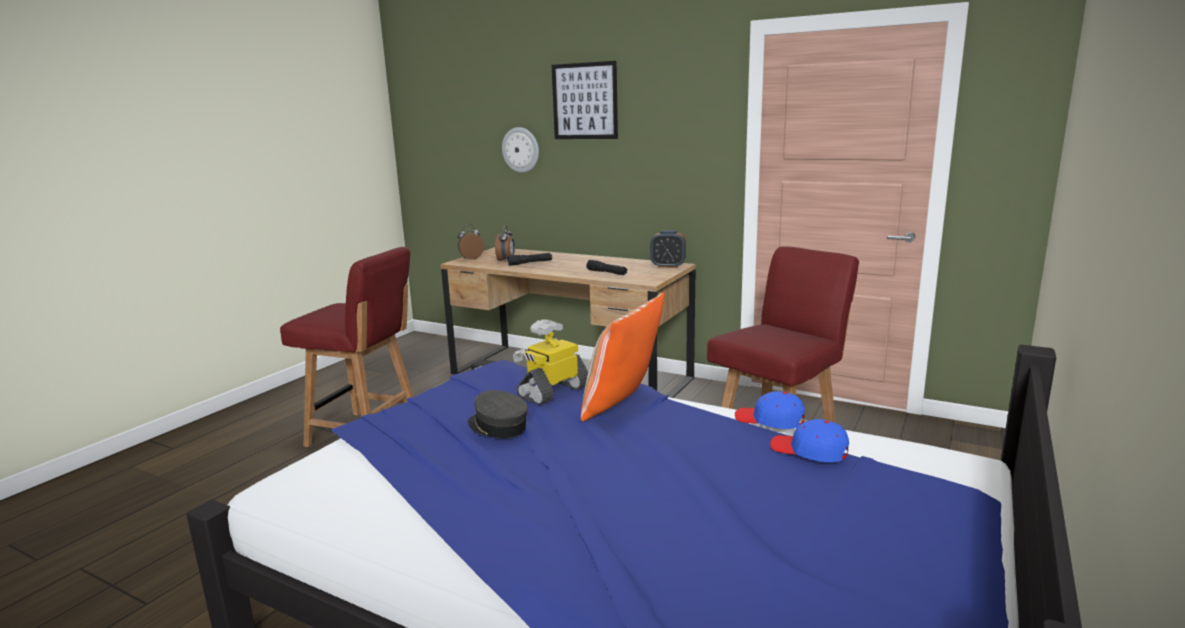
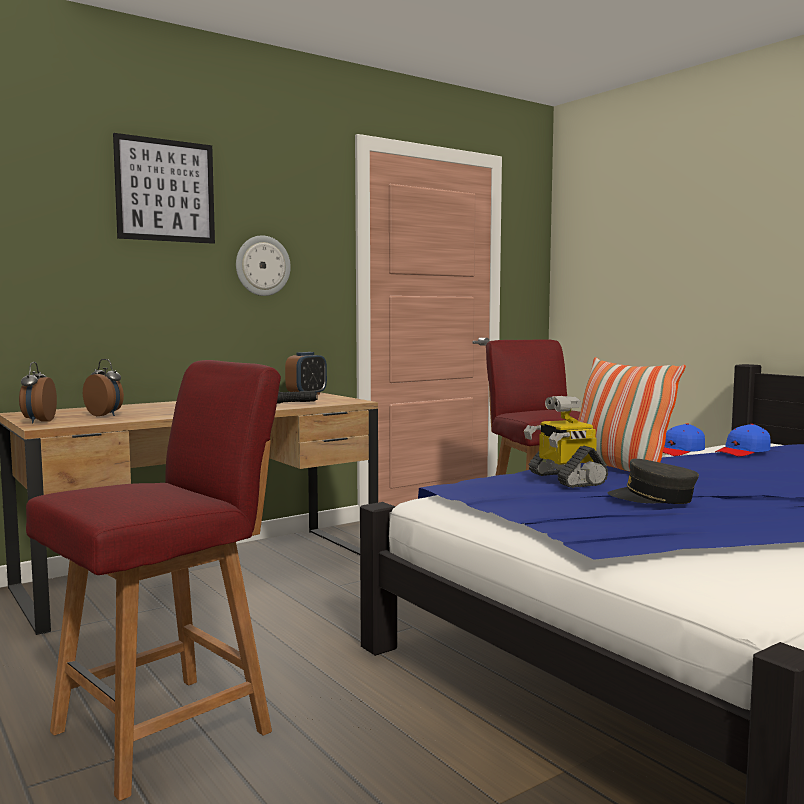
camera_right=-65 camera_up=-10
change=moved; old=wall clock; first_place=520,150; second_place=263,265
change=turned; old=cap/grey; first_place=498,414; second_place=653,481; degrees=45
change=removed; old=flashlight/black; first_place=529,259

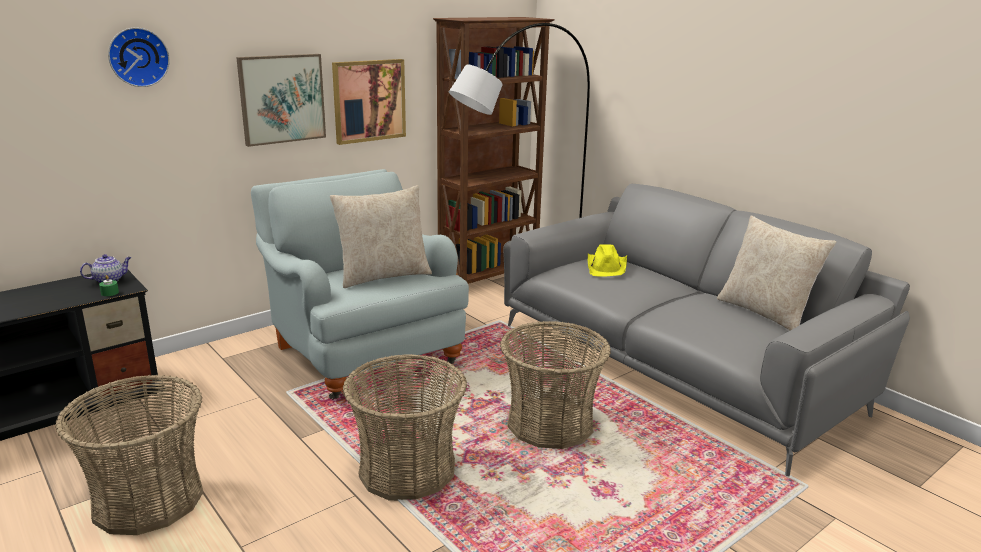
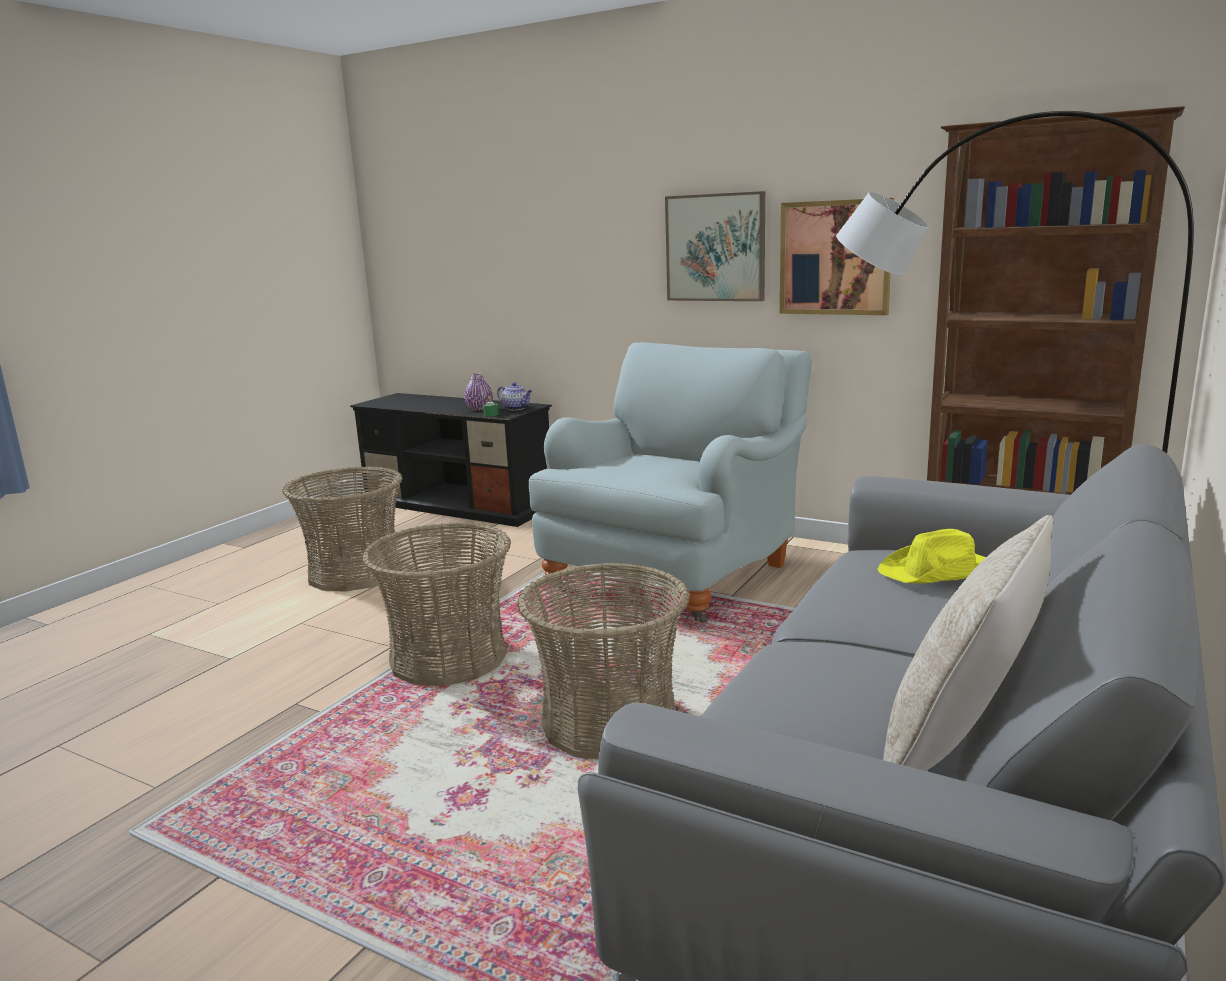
camera_right=70 camera_up=-5
change=added; new=vase/purple; second_place=478,392
change=removed; old=wall clock; first_place=139,57
change=removed; old=pillow/beige; first_place=381,236

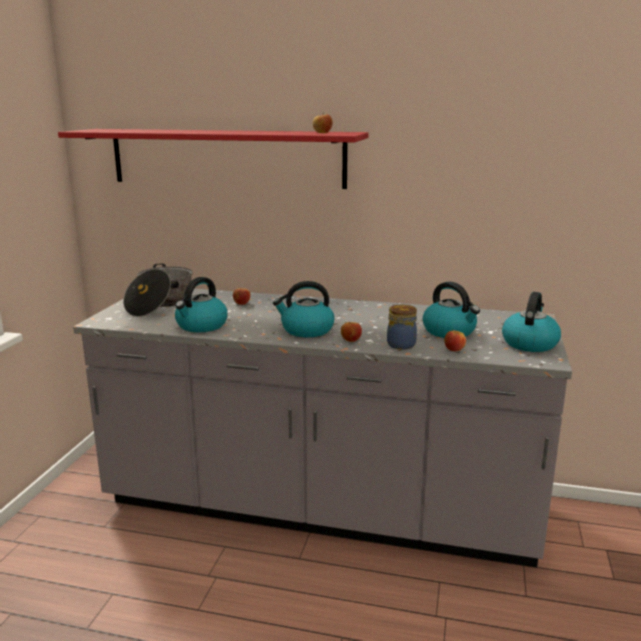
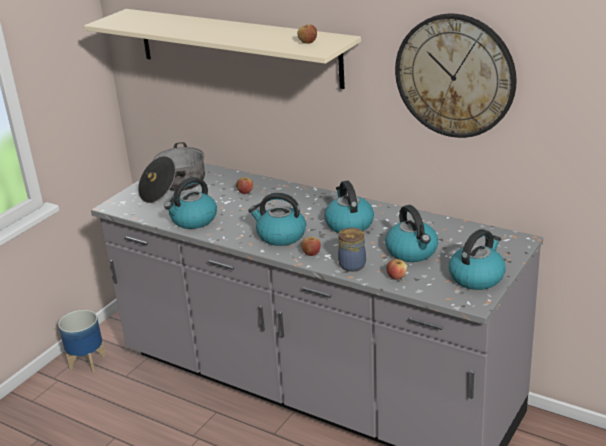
camera_right=20 camera_up=10
change=added; new=planter; second_place=81,341
change=recoloured; old=shelf/red; new=shelf/beige; first_place=213,159; second_place=222,49
change=added; new=kettle; second_place=349,207
change=added; new=wall clock; second_place=456,76

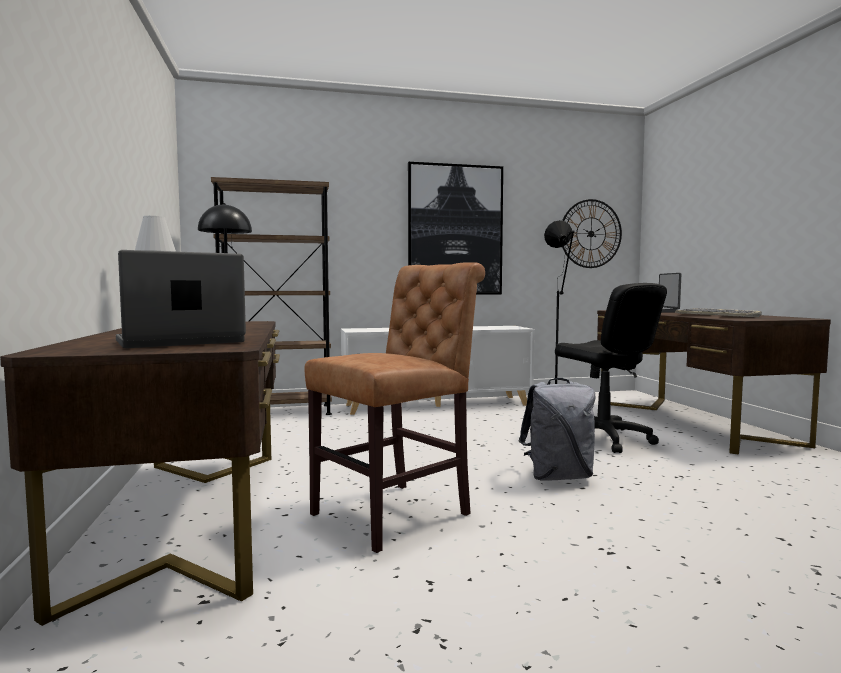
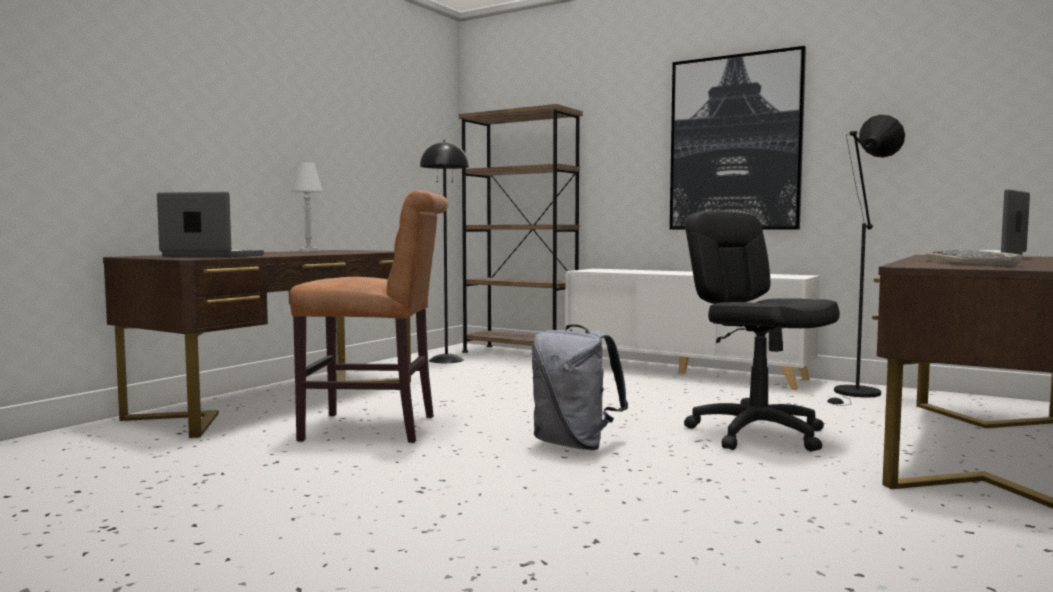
camera_right=45 camera_up=0
change=turned; old=office chair/black; first_place=611,368; second_place=762,331; degrees=135
change=removed; old=wall clock; first_place=592,233

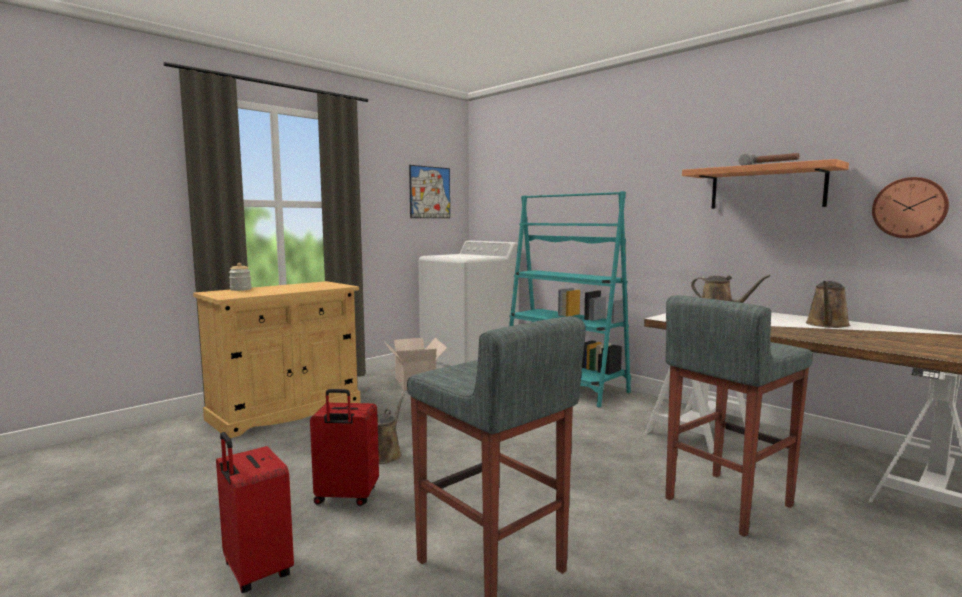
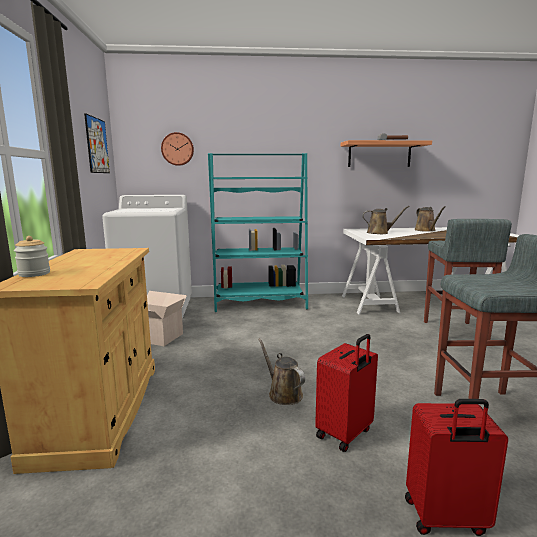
camera_right=-50 camera_up=5
change=moved; old=wall clock; first_place=910,207; second_place=177,149

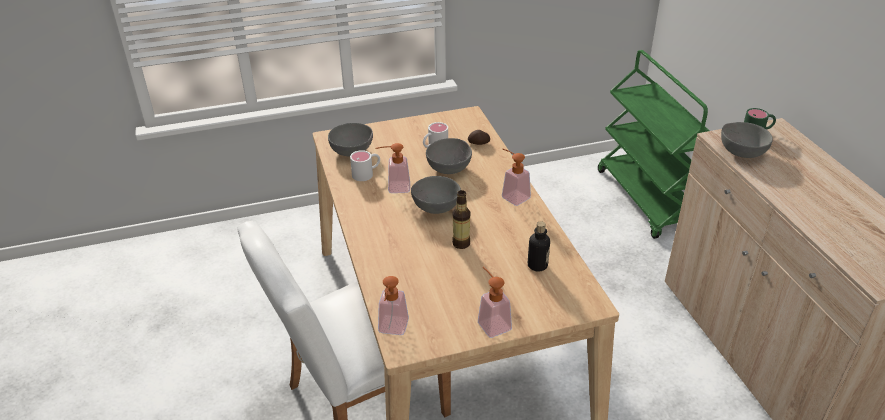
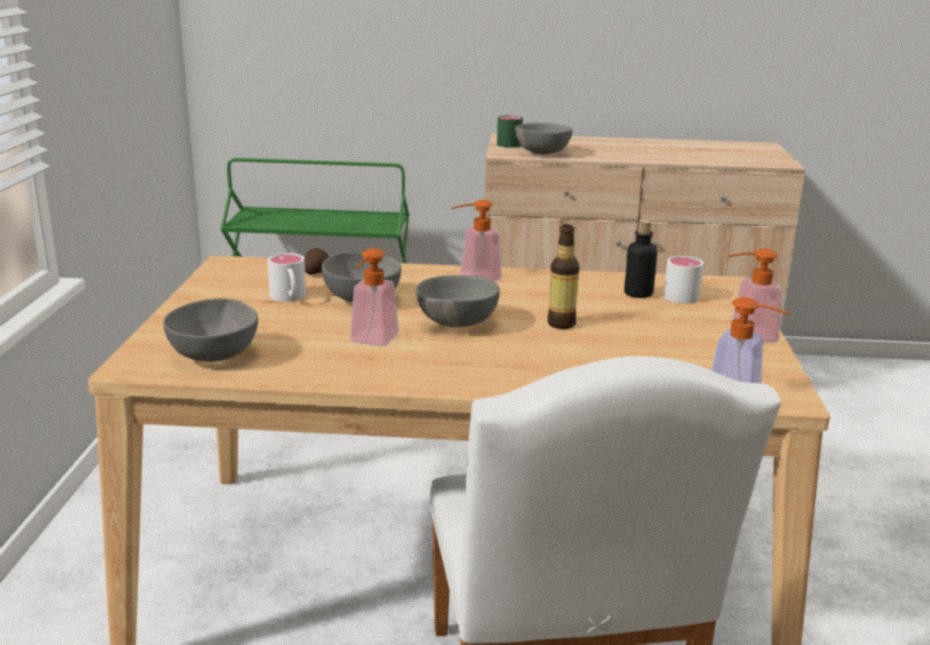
camera_right=-70 camera_up=-15
change=moved; old=mug/white; first_place=365,165; second_place=684,280

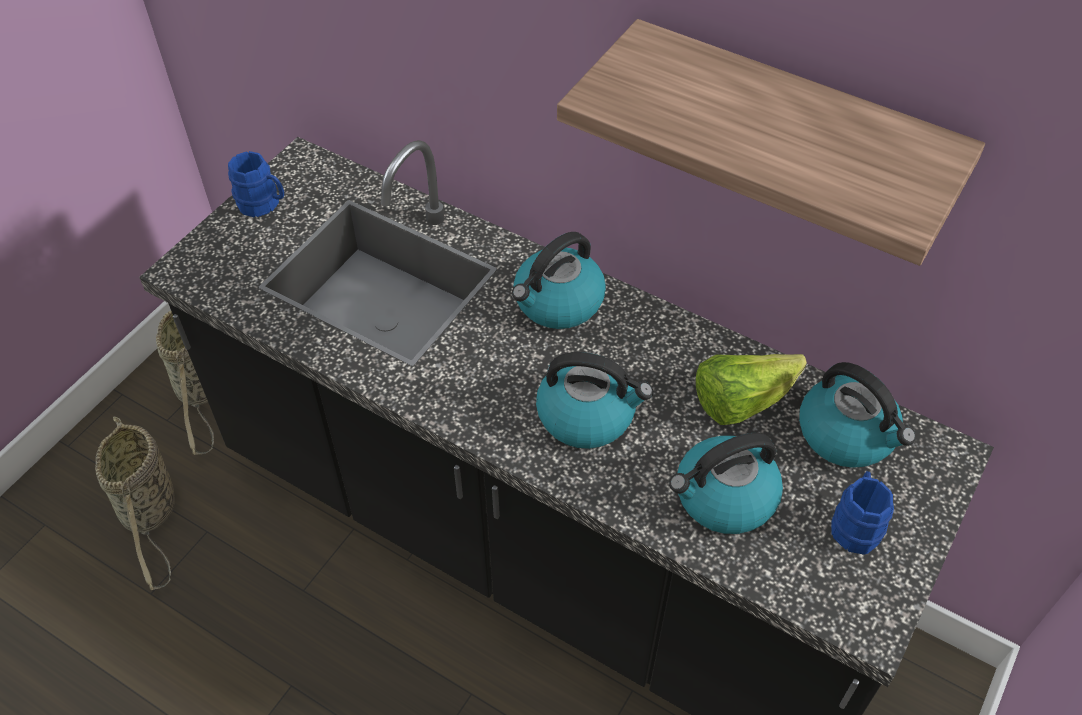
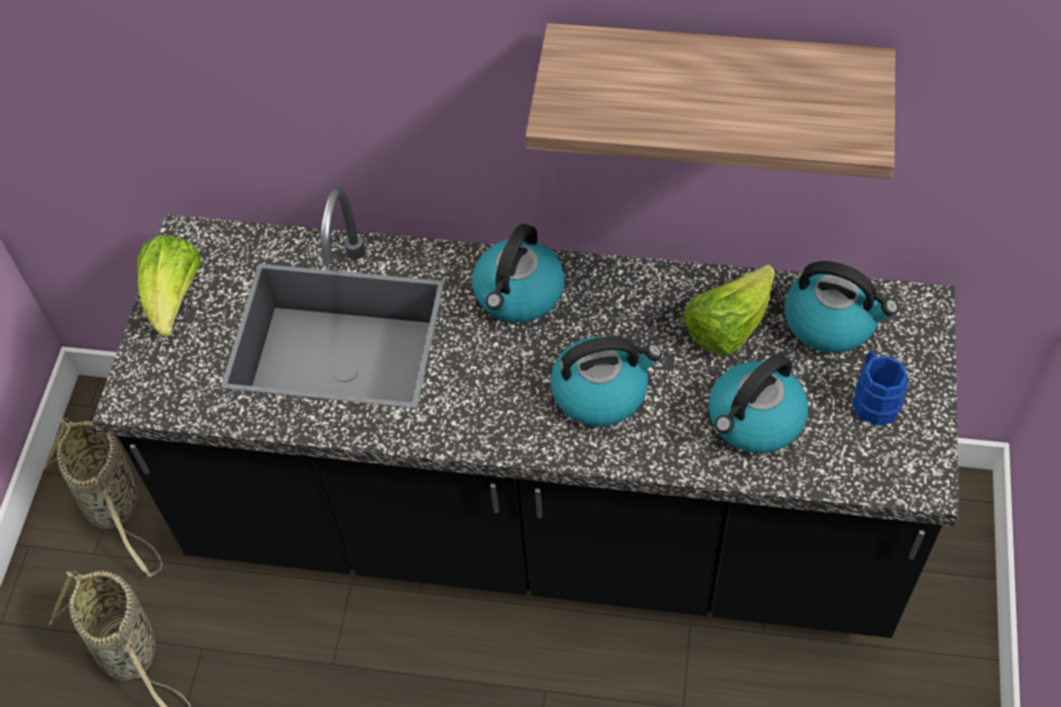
camera_right=-20 camera_up=5
change=replaced; old=mug/blue; new=lettuce; first_place=256,184; second_place=169,286

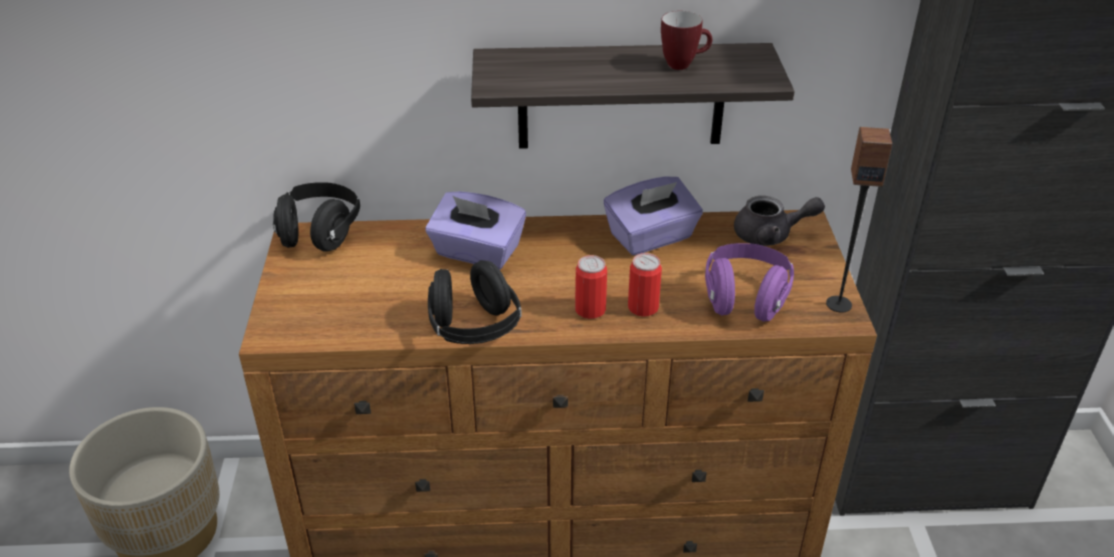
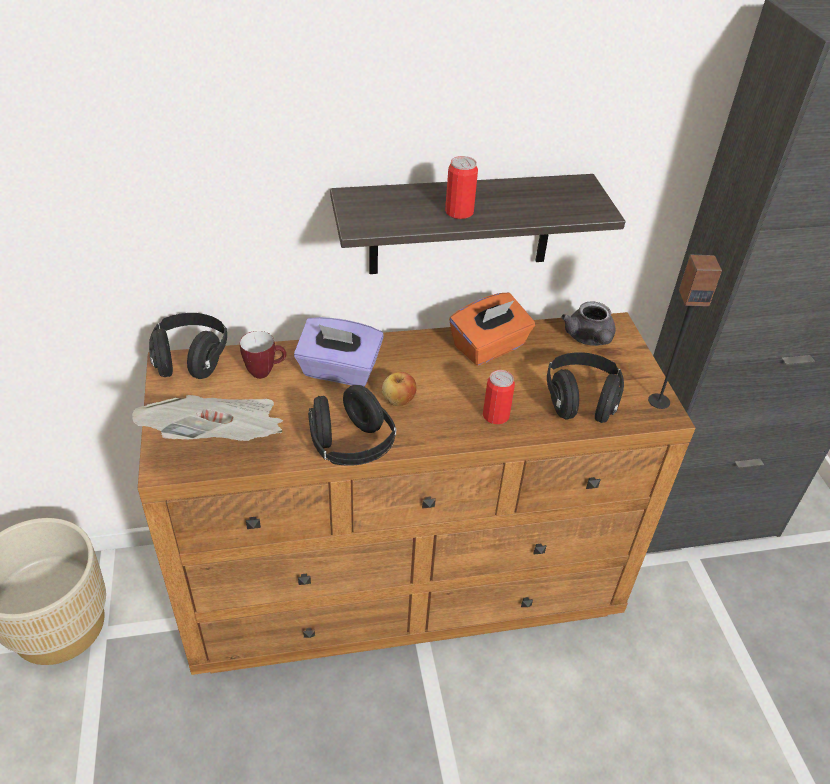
camera_right=-10 camera_up=5
change=added; new=newspaper; second_place=207,418
change=moved; old=mug; first_place=686,40; second_place=263,355
change=added; new=apple; second_place=399,389
change=moved; old=can; first_place=591,287; second_place=461,187
change=recoloured; old=tissue box/purple; new=tissue box/orange; first_place=653,216; second_place=492,329
change=recoloured; old=headphones/purple; new=headphones/black; first_place=749,282; second_place=585,387
change=turned; old=teapot/grey; first_place=779,221; second_place=588,323; degrees=90

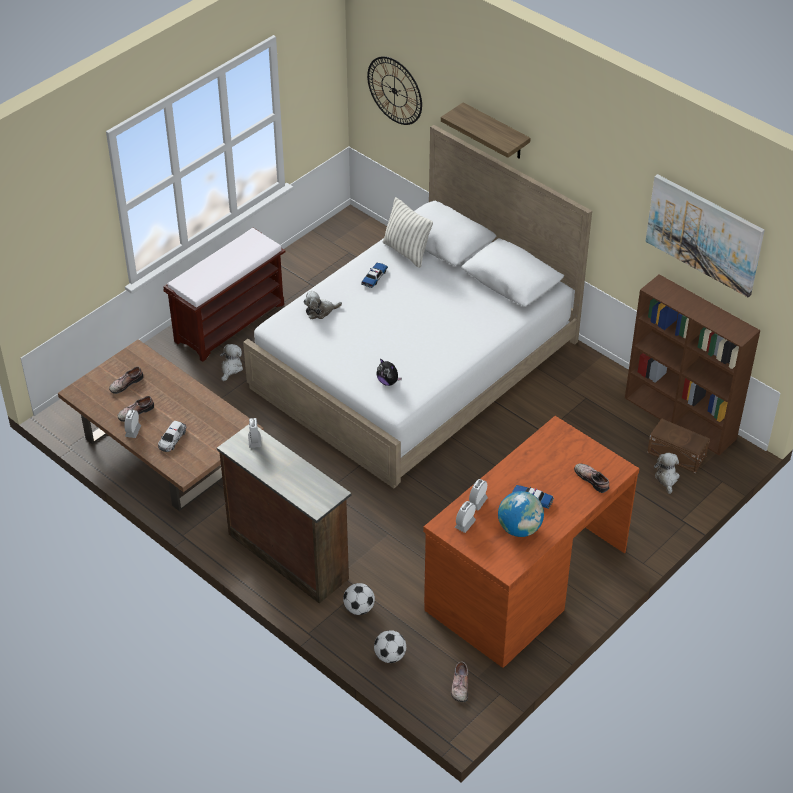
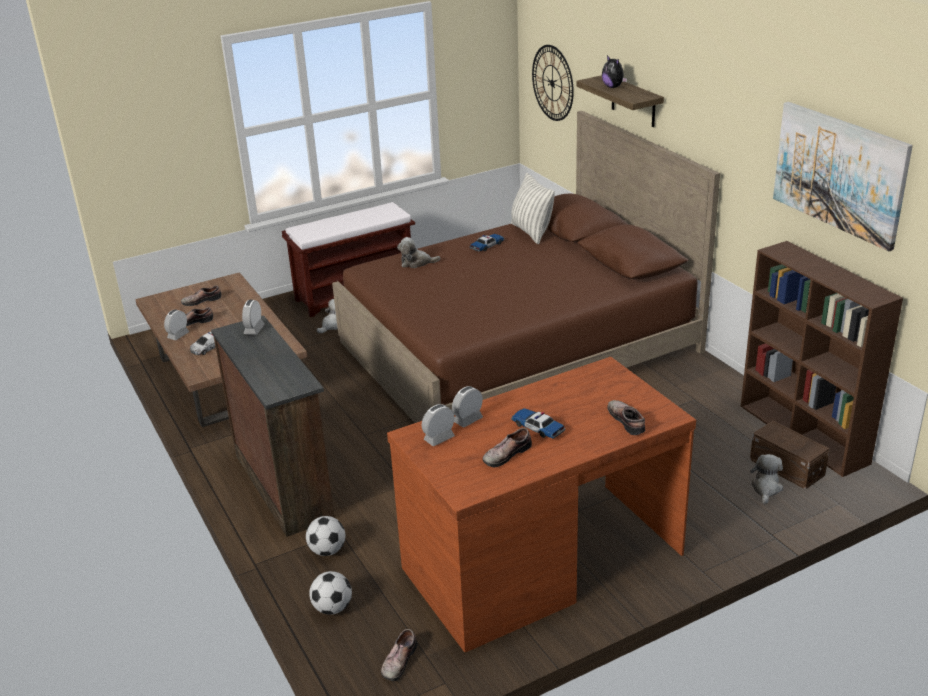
camera_right=20 camera_up=-15
change=recoloured; old=bed/white; new=bed/brown; first_place=417,307; second_place=526,267
change=replaced; old=globe; new=shoe; first_place=521,514; second_place=507,447
change=moved; old=plush toy; first_place=389,372; second_place=614,71

